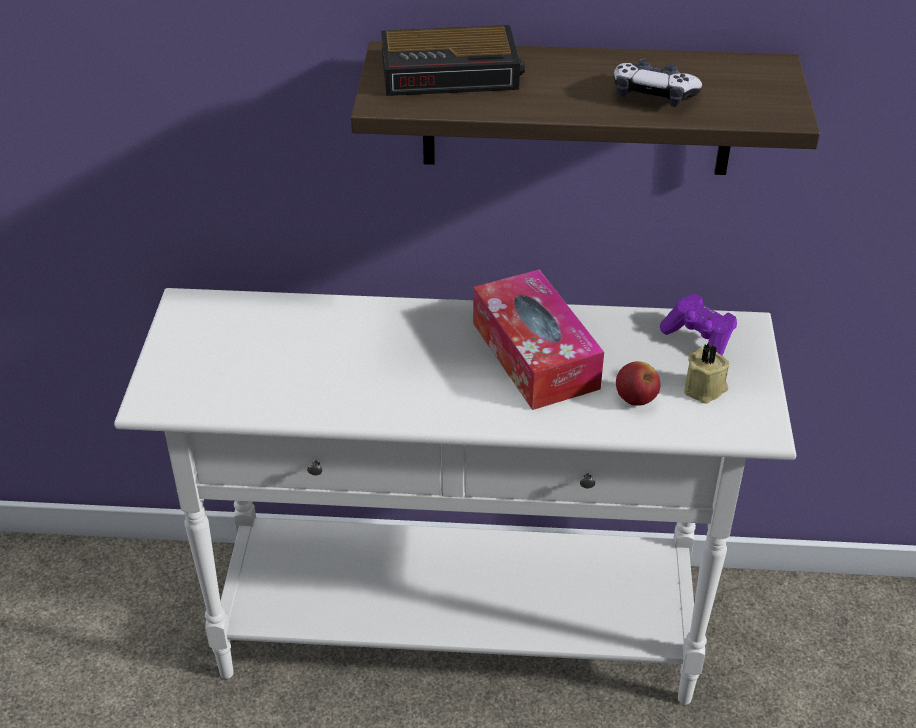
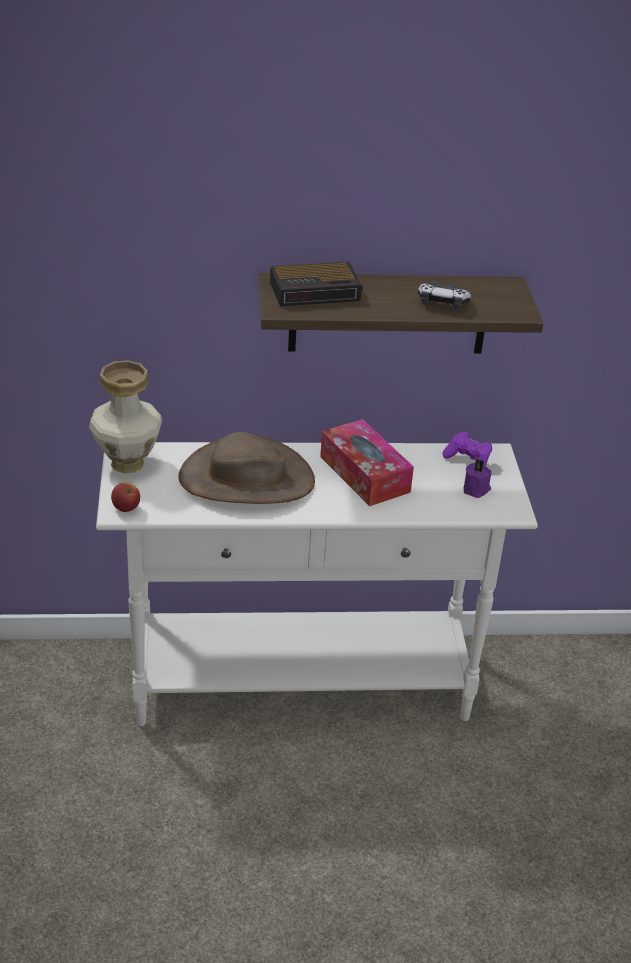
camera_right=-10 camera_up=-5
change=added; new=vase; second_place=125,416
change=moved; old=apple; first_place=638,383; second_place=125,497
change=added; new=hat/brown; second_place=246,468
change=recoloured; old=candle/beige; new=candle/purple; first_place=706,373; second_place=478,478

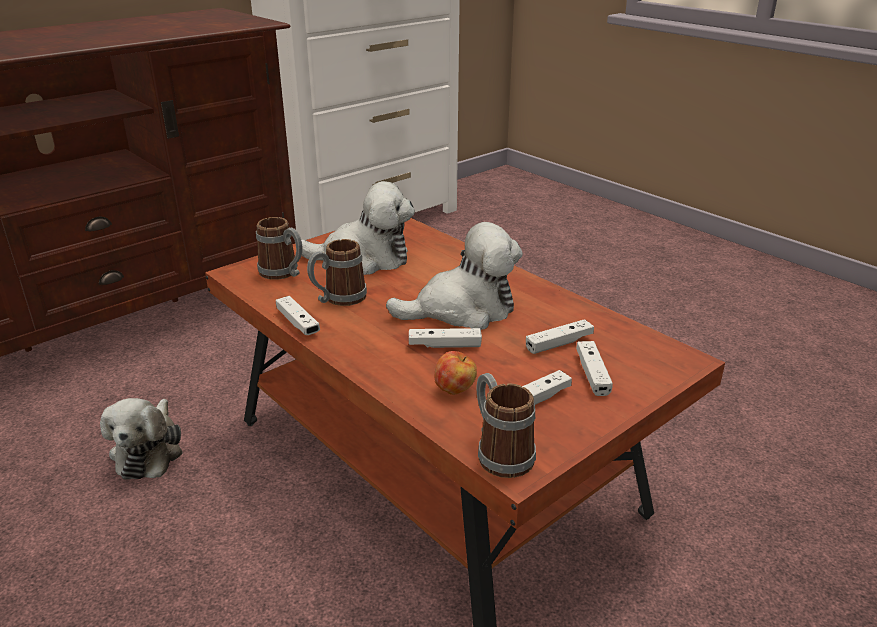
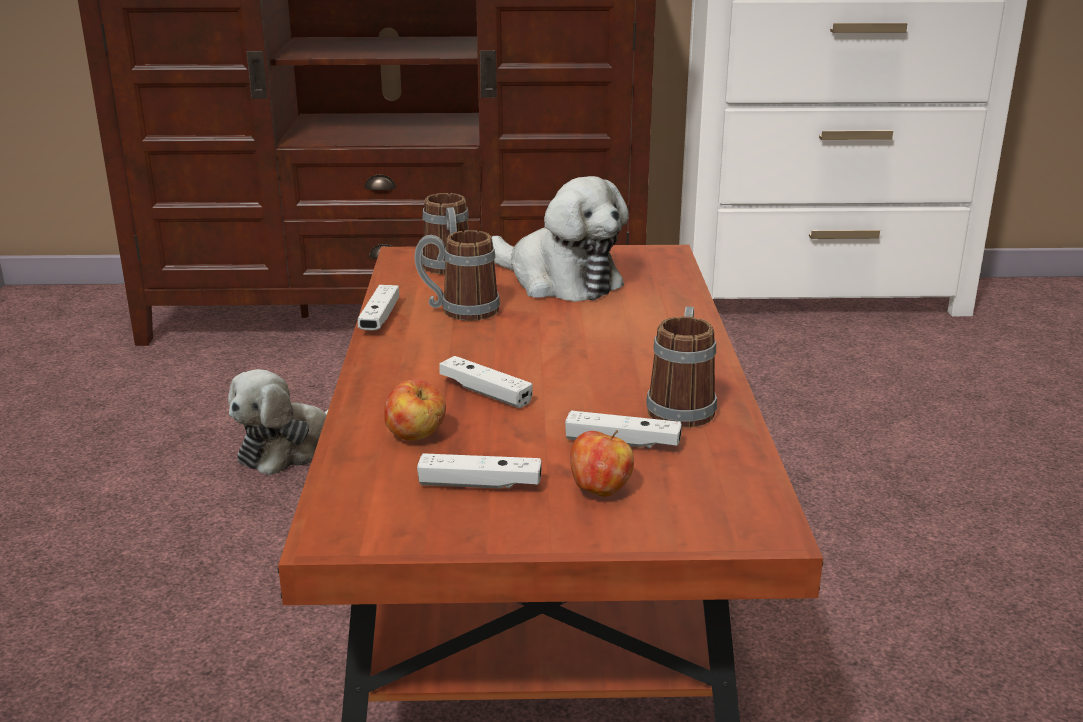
camera_right=40 camera_up=-5
change=replaced; old=game controller/white; new=apple; first_place=594,368; second_place=602,463
change=moved; old=mug; first_place=506,425; second_place=681,367
change=removed; old=plush toy; first_place=454,276

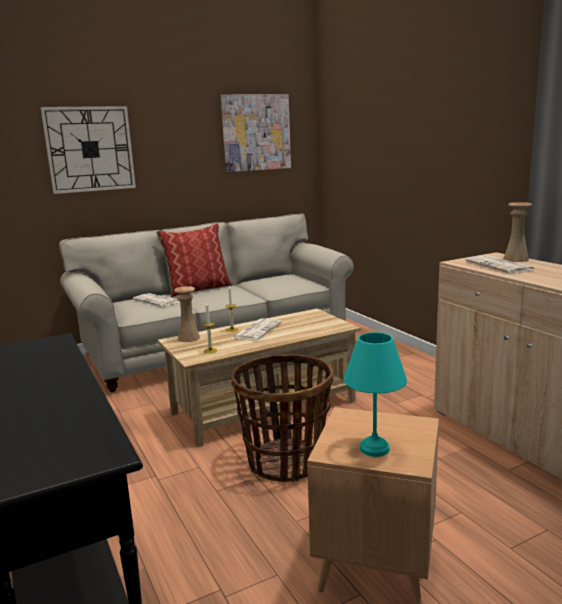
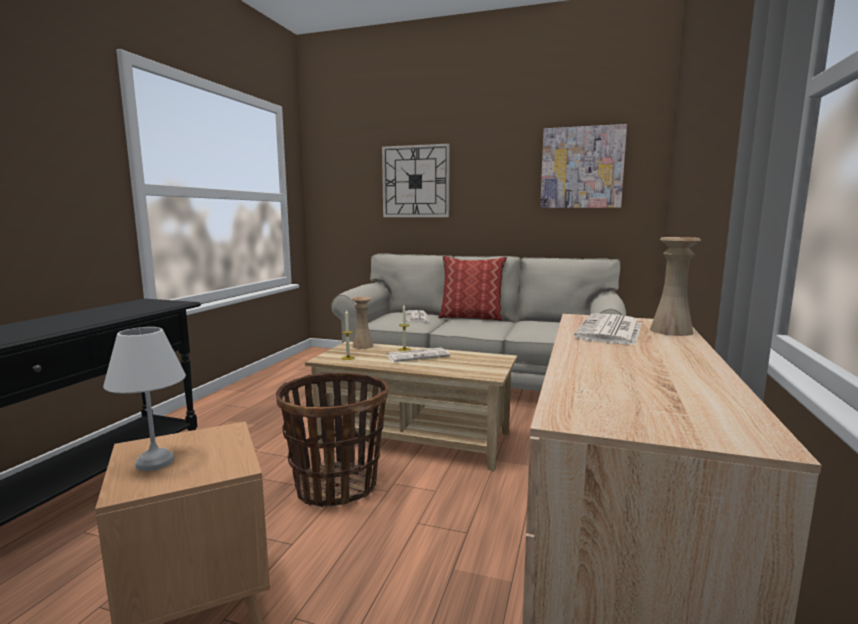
camera_right=45 camera_up=-5
change=recoloured; old=table lamp/turquoise; new=table lamp/white; first_place=375,394; second_place=144,399

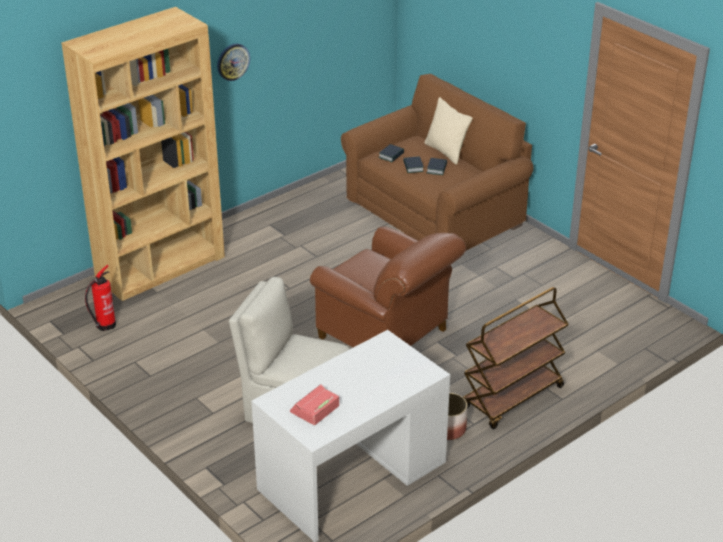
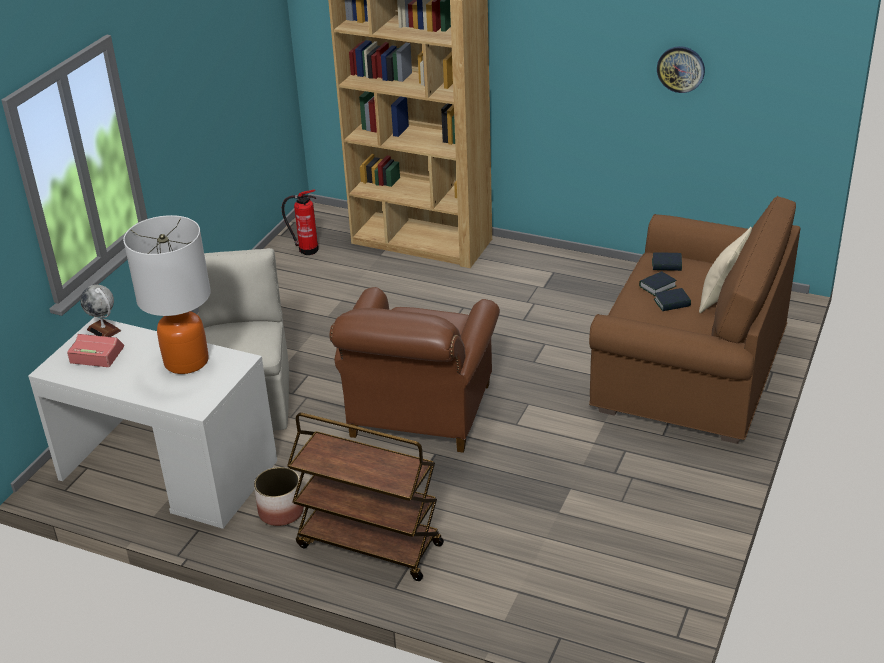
camera_right=65 camera_up=0
change=added; new=globe; second_place=100,311
change=added; new=table lamp; second_place=167,294
change=moved; old=wall clock; first_place=233,62; second_place=681,69

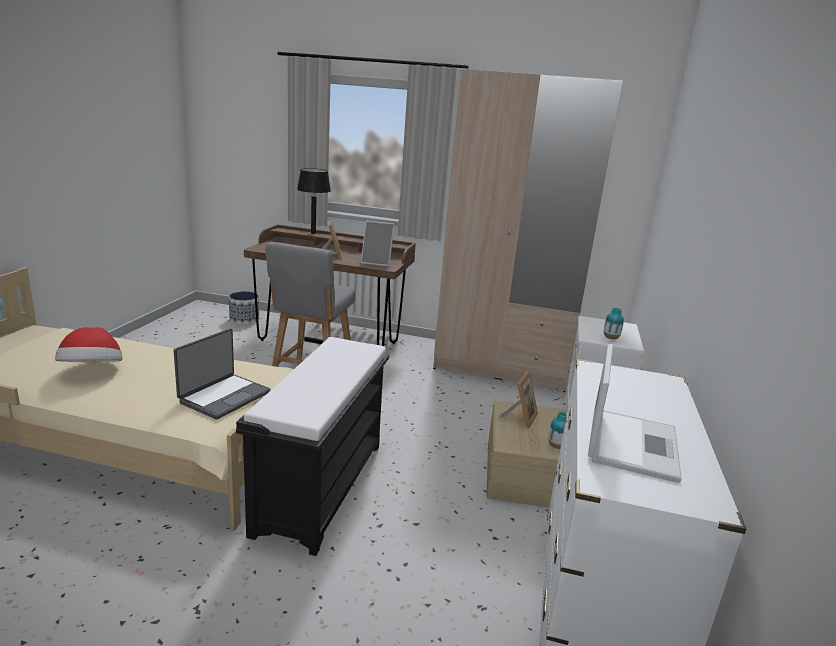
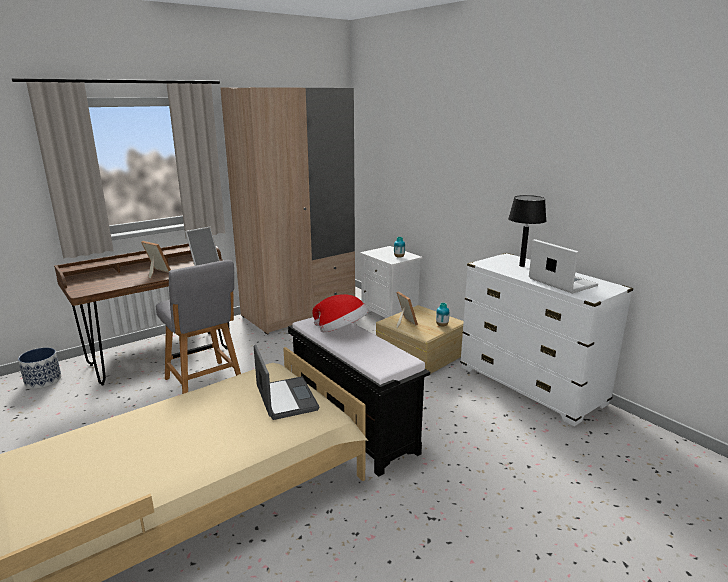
camera_right=-50 camera_up=0
change=moved; old=hat; first_place=88,344; second_place=340,313
change=moved; old=table lamp/black; first_place=314,201; second_place=527,231

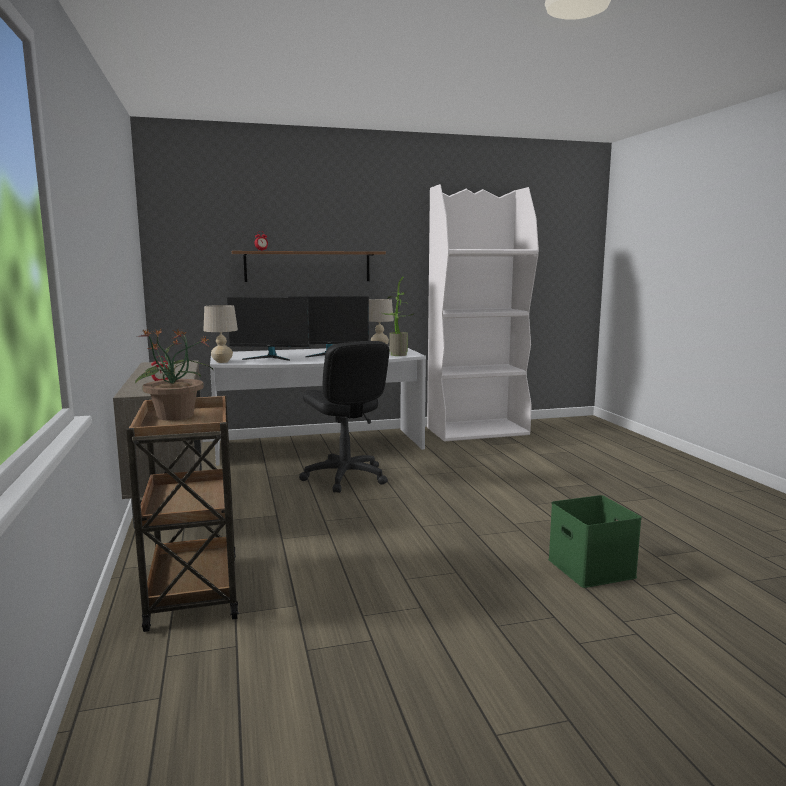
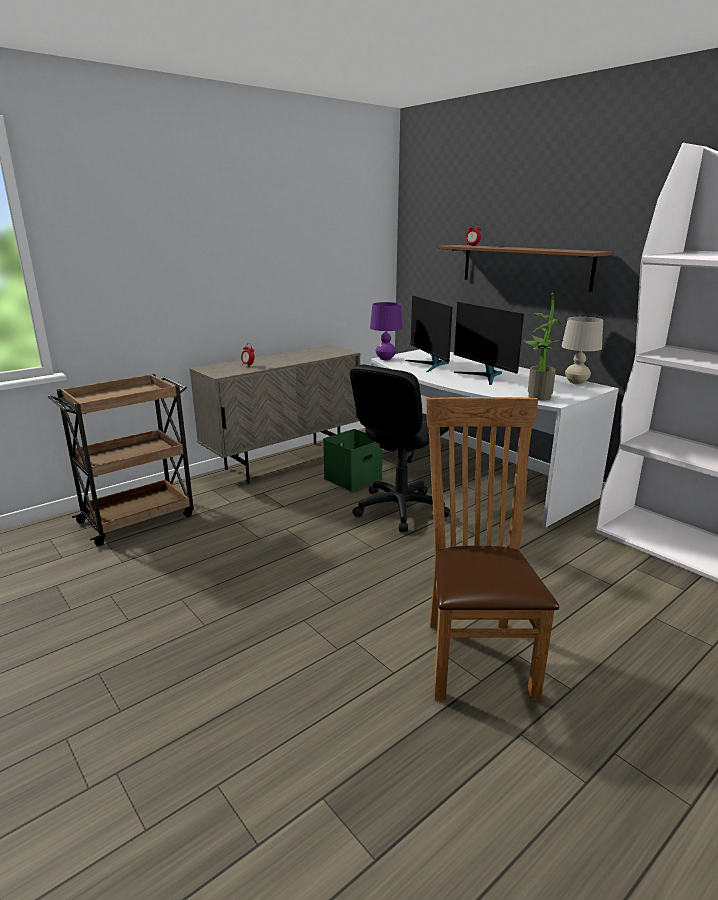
camera_right=65 camera_up=10
change=moved; old=storage box/green; first_place=595,541; second_place=352,460
change=recoloured; old=table lamp/beige; new=table lamp/purple; first_place=220,334; second_place=386,331
change=added; new=chair/brown; second_place=492,549
change=removed; old=potted plant; first_place=174,374

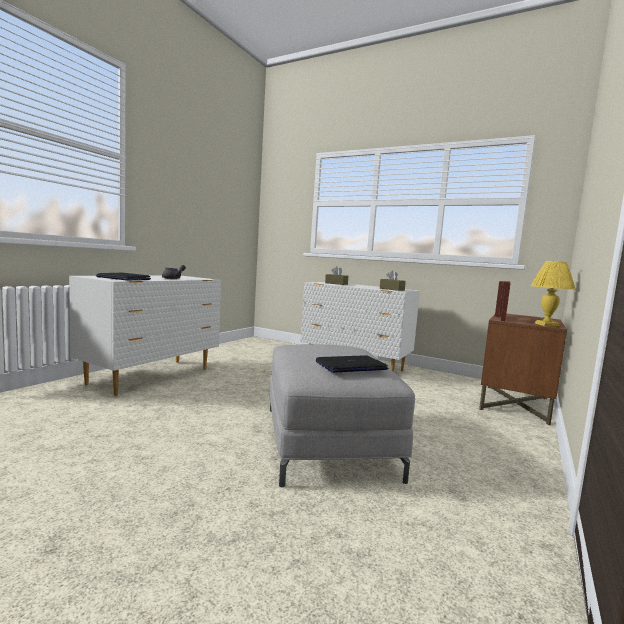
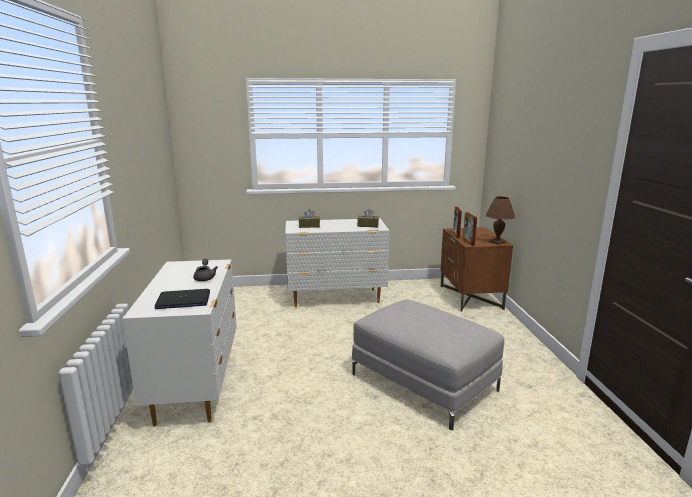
camera_right=-35 camera_up=10
change=recoloured; old=table lamp/yellow; new=table lamp/brown; first_place=553,294; second_place=500,221
change=removed; old=laptop; first_place=352,364

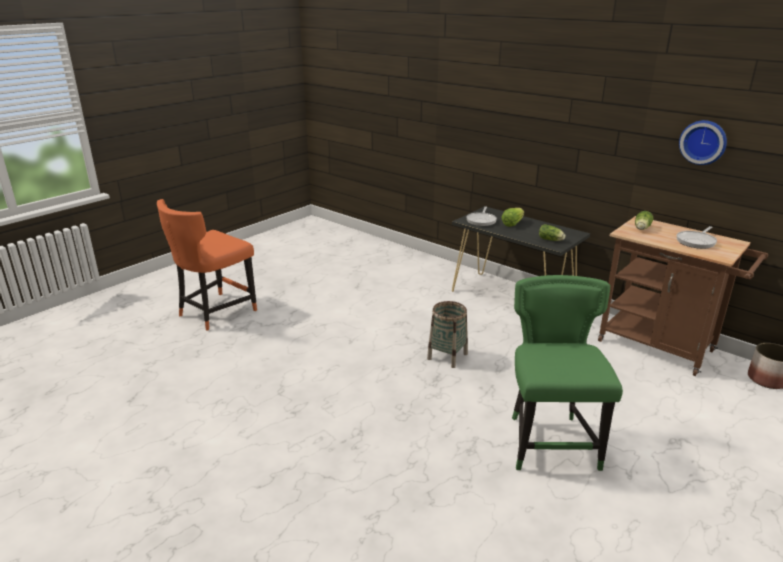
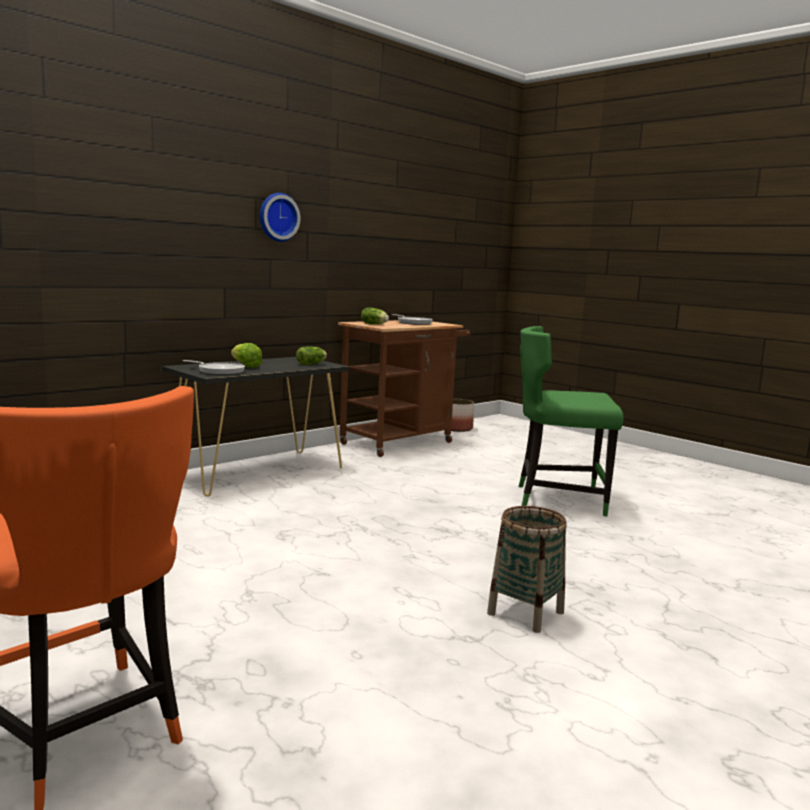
camera_right=-85 camera_up=-15
change=moved; old=wall clock; first_place=703,142; second_place=280,217
change=moved; old=basket; first_place=447,334; second_place=527,569

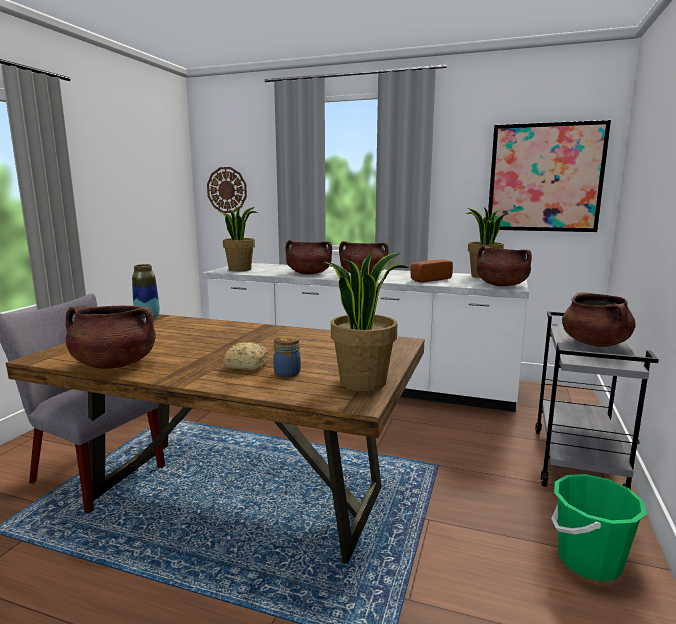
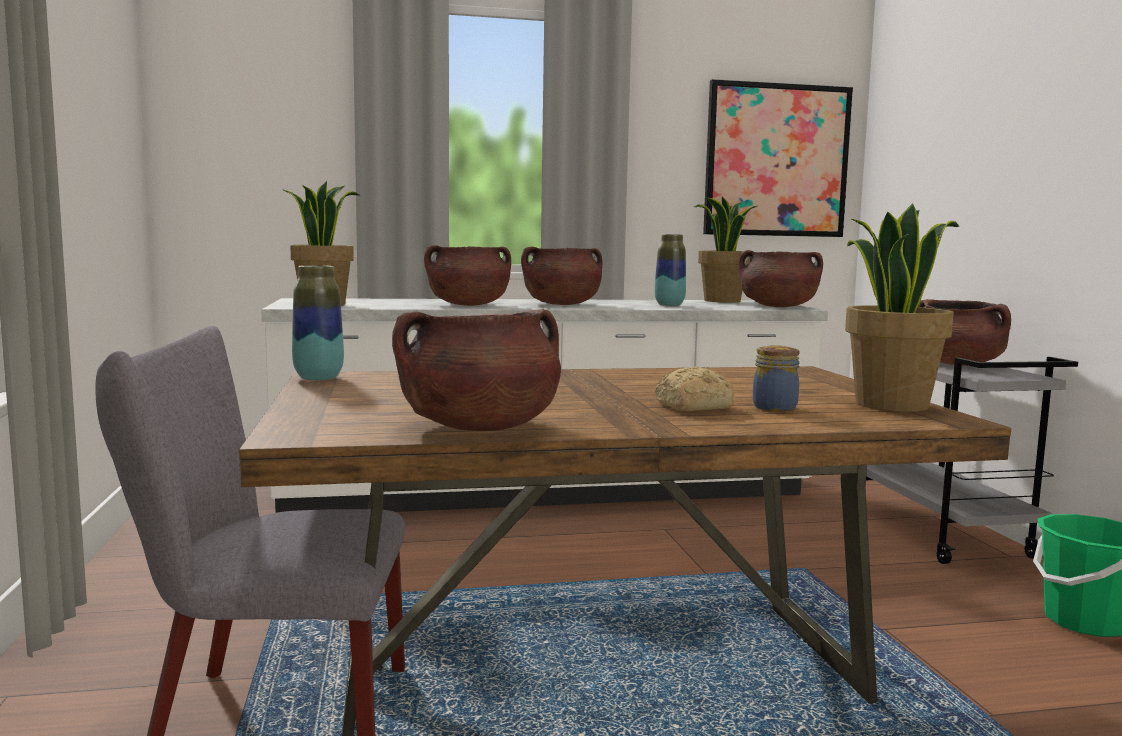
camera_right=-30 camera_up=-5
change=replaced; old=bread; new=vase; first_place=431,271; second_place=670,270
change=removed; old=wall clock; first_place=227,190

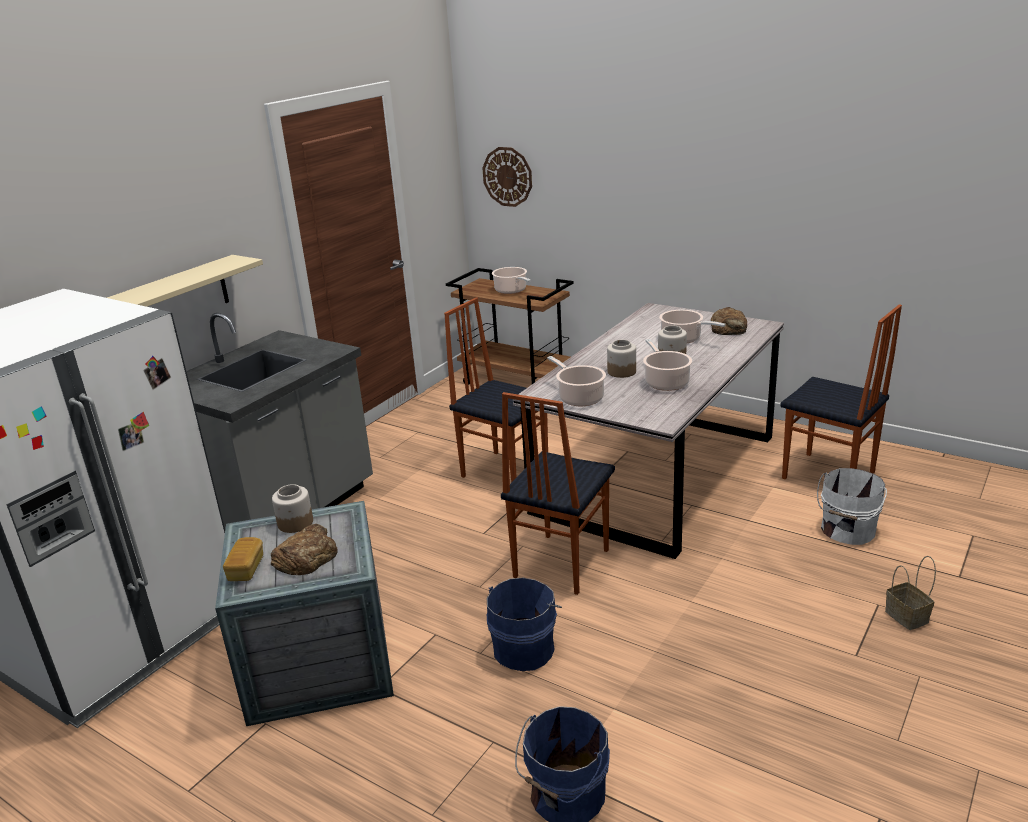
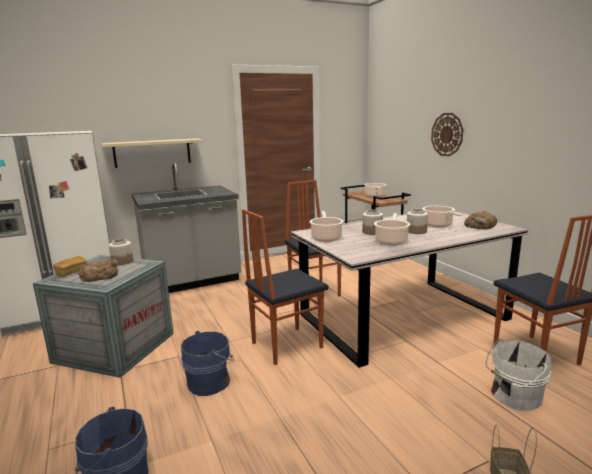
camera_right=30 camera_up=-10
change=moved; old=wall clock; first_place=507,177; second_place=447,134

